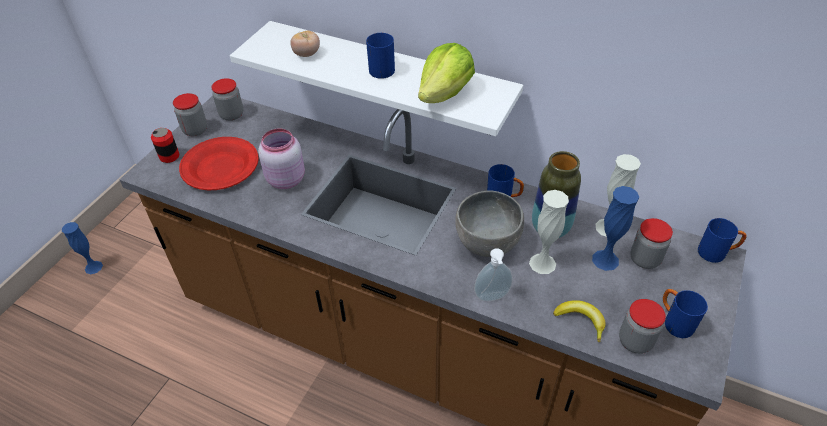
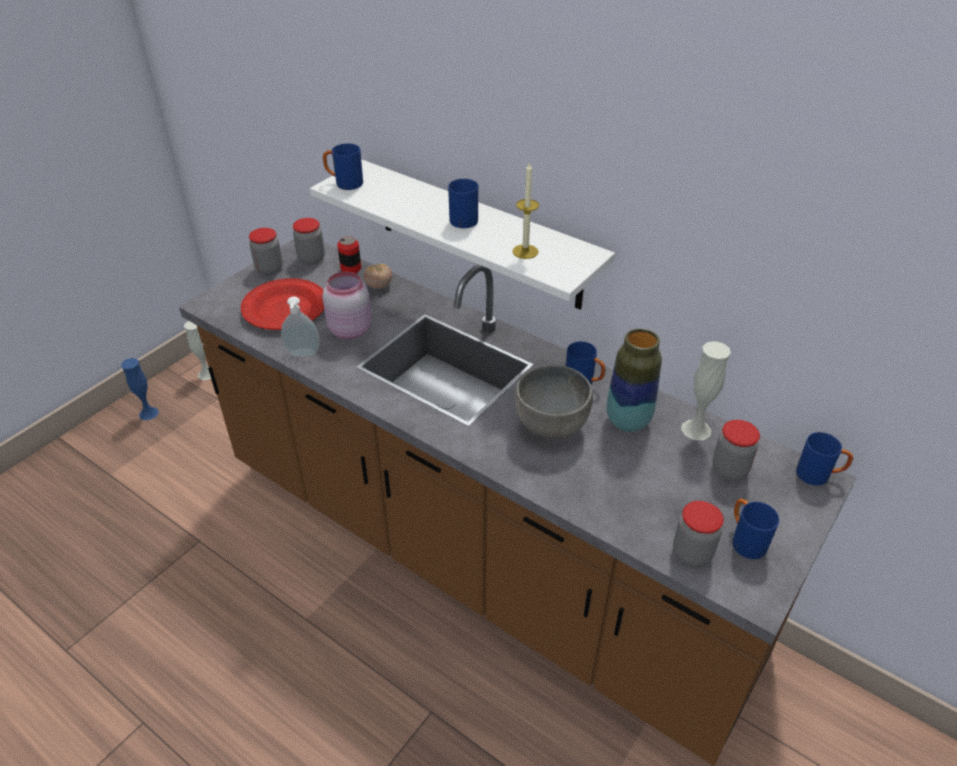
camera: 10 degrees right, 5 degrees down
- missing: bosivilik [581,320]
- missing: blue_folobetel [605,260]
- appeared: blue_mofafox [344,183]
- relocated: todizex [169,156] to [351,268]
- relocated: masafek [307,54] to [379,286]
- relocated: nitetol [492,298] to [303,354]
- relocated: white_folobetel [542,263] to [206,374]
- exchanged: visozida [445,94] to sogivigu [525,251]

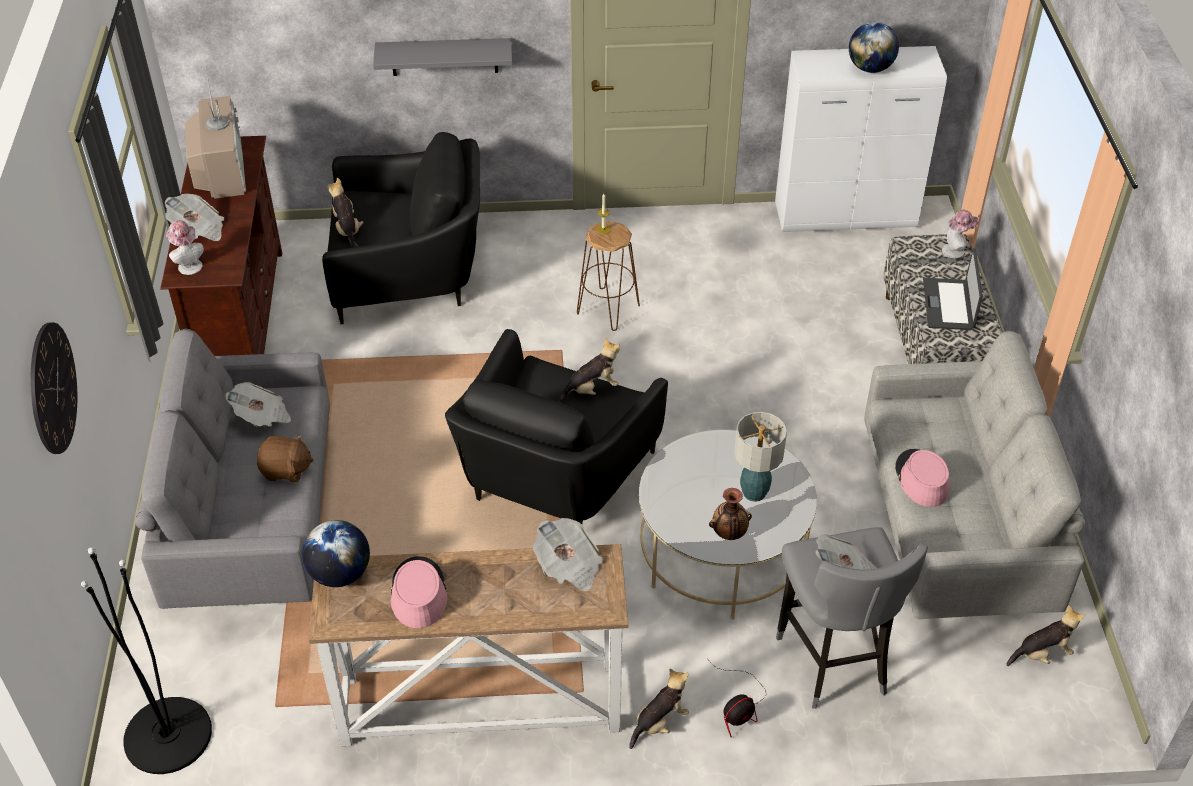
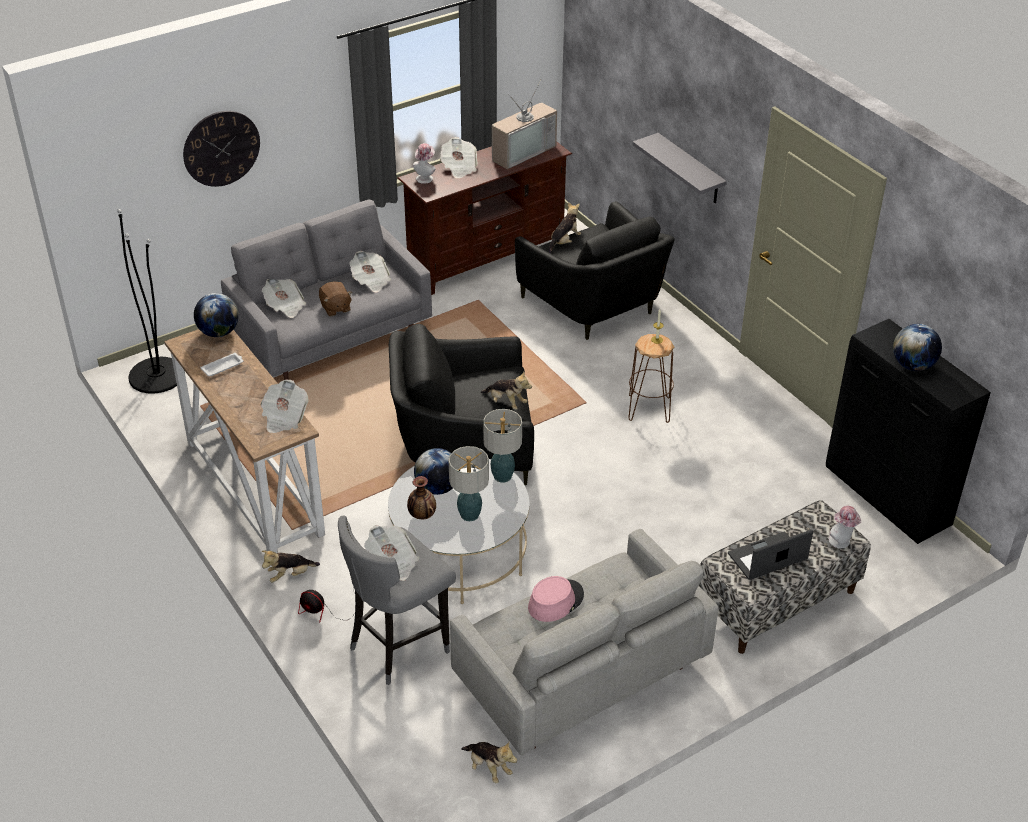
camera: 60 degrees right, 5 degrees down
- appeared: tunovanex [285,306]
- appeared: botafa [437,488]
- appeared: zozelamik [503,476]
- exchanged: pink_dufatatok [418,593] to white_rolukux [223,366]
- colour: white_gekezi [846,216] to black_gekezi [887,498]
- spun: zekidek [660,722] = [290,575] 135 degrees clockwise

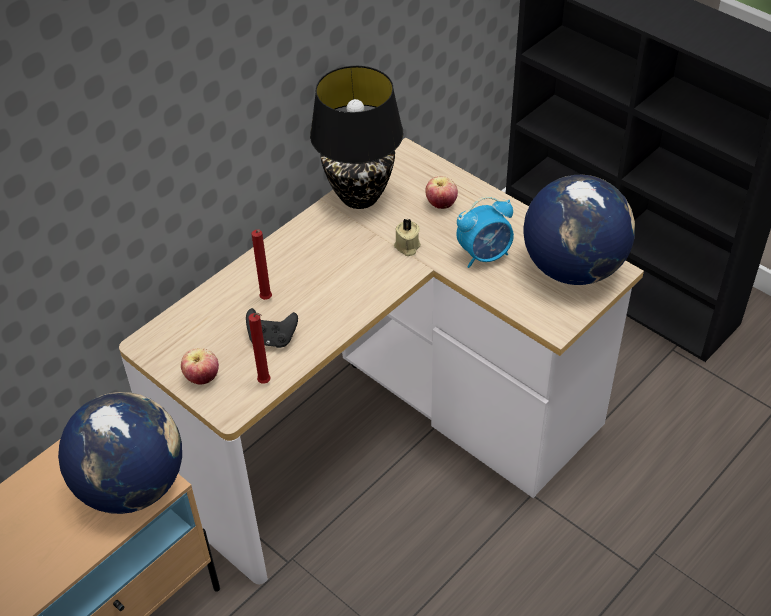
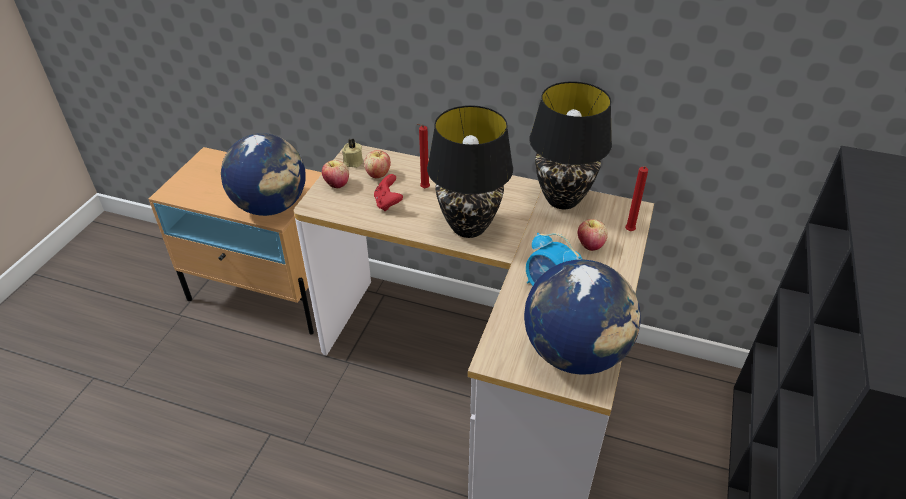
camera: 65 degrees right, 5 degrees down
- appeared: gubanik [378,174]
- appeared: black_zozelamik [467,227]
- relocated: red_sogivigu [265,383] to [629,232]
- relocated: beige_sogivigu [407,247] to [352,162]
- colour: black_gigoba [272,339] to red_gigoba [388,203]

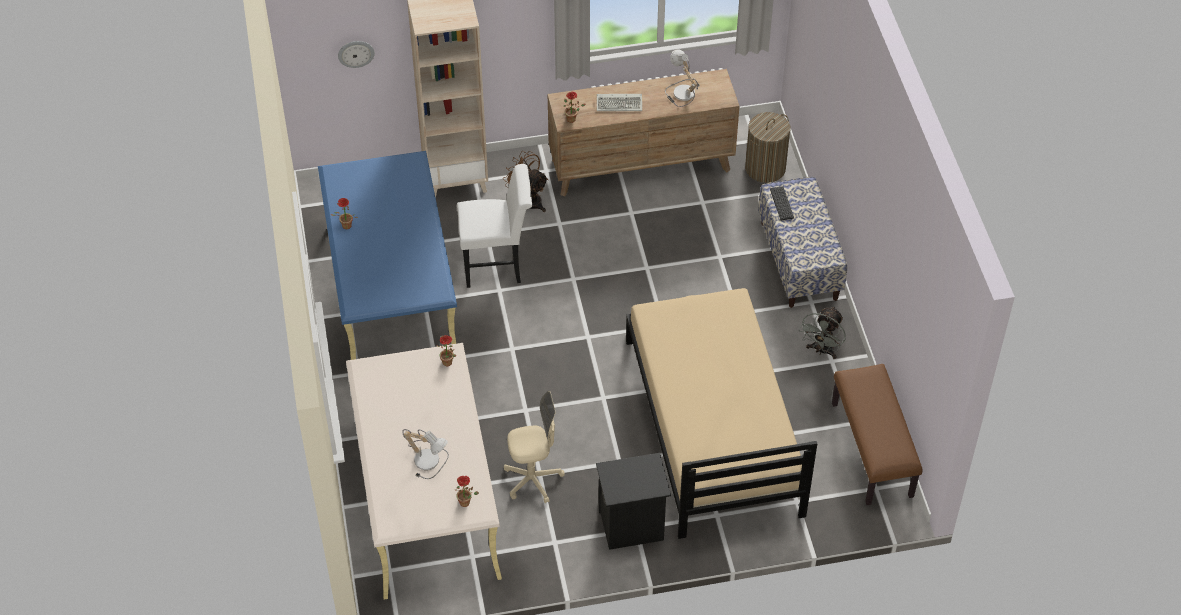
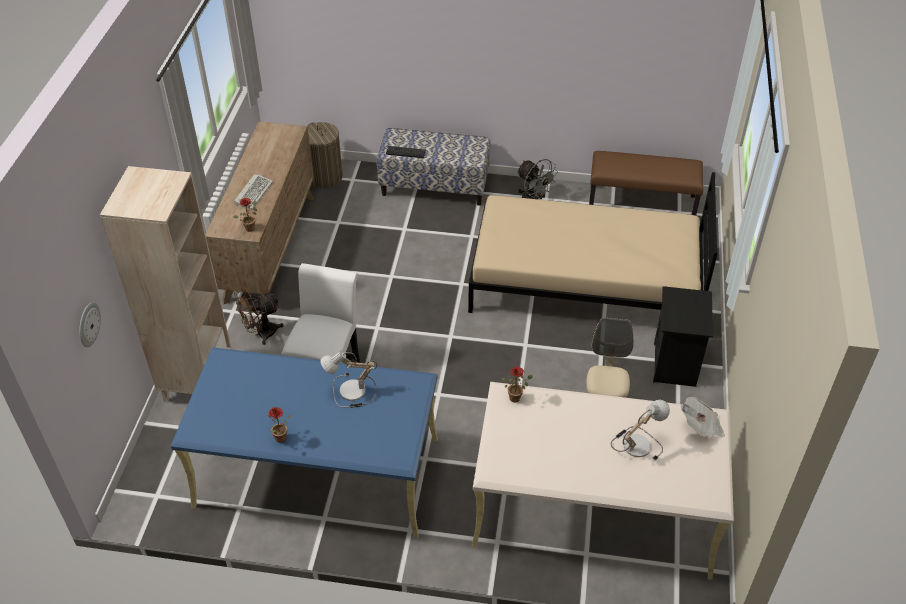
camera: 70 degrees left, 5 degrees down
- relocated: zozelamik [681,93] to [351,393]
- exchanged: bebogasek [467,503] to tunovanex [701,426]

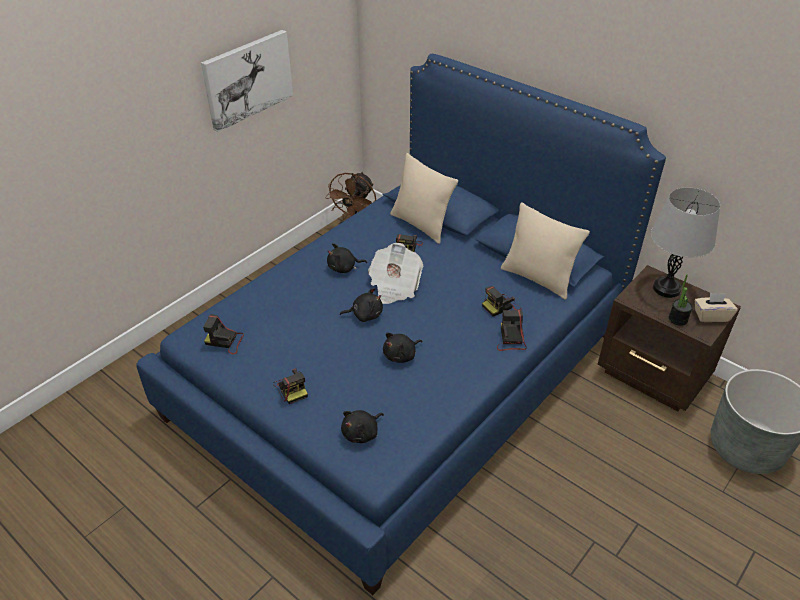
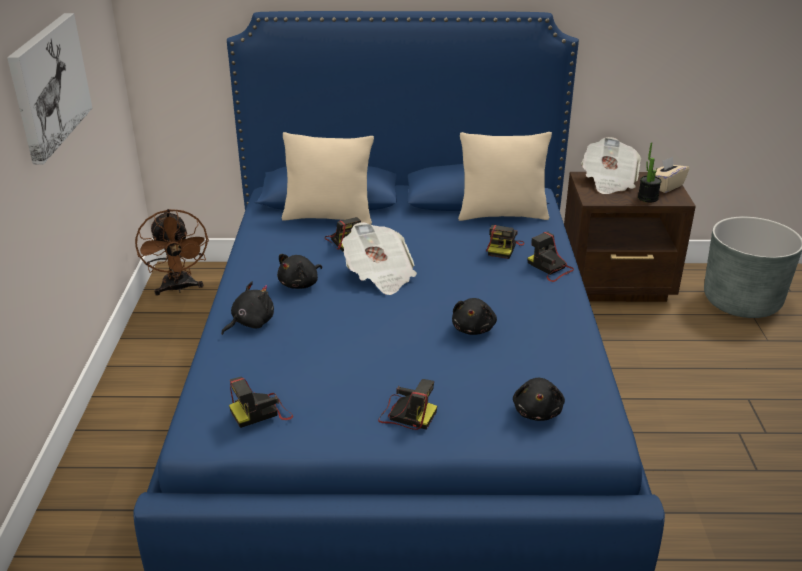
camera: 40 degrees left, 10 degrees down
- relocated: black_zekidek [365,315] to [250,323]
- exchanged: grey_zozelamik [666,288] to tunovanex [608,181]

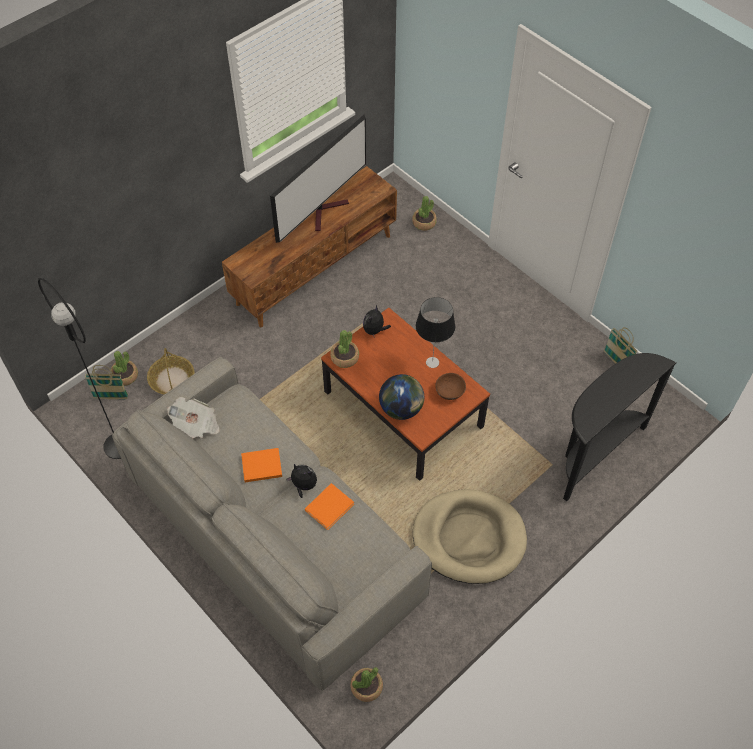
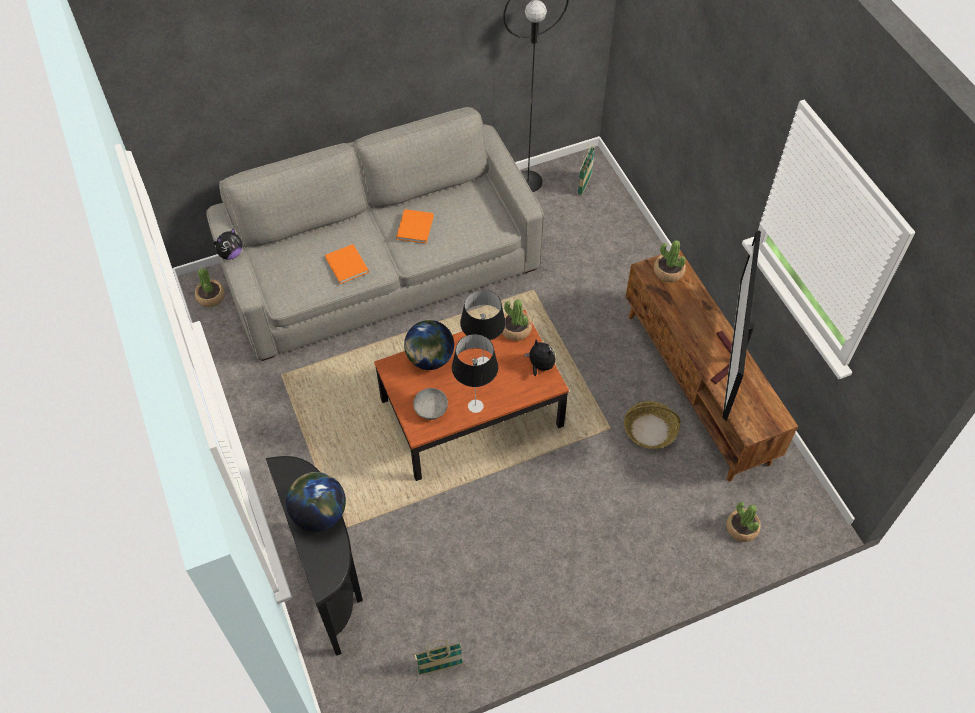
camera: 110 degrees right, 0 degrees up
- missing: tunovanex [196,425]
- missing: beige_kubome [469,538]
- appeared: botafa [319,513]
- appeared: zozelamik [482,362]
- relocated: bebogasek [125,376] to [668,271]
- relocated: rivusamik [172,380] to [650,430]
- relocated: zekidek [303,486] to [231,254]
- colour: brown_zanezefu [449,391] to grey_zanezefu [431,409]
- spun: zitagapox [326,211] = [728,361] 45 degrees clockwise

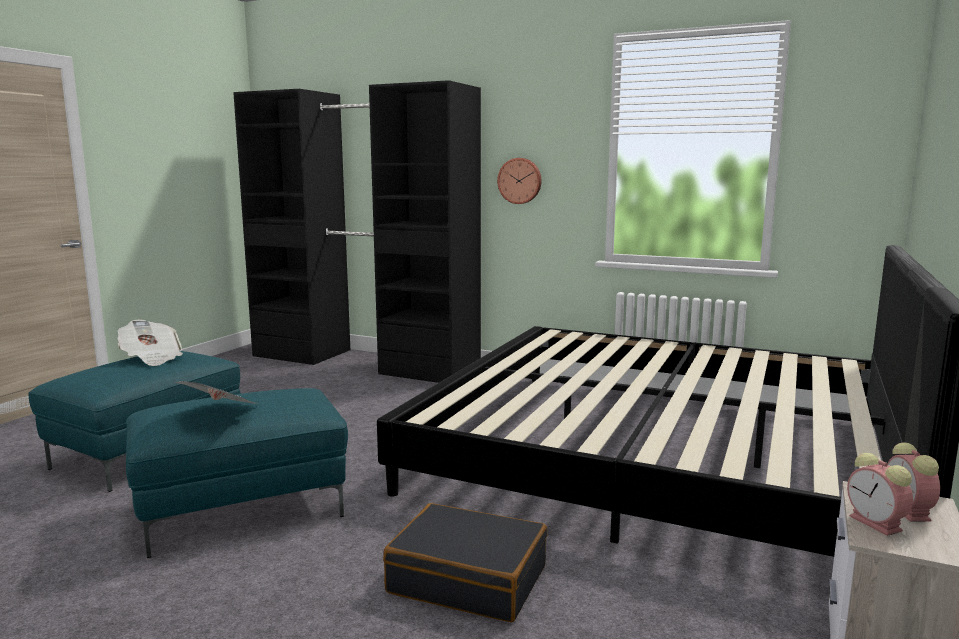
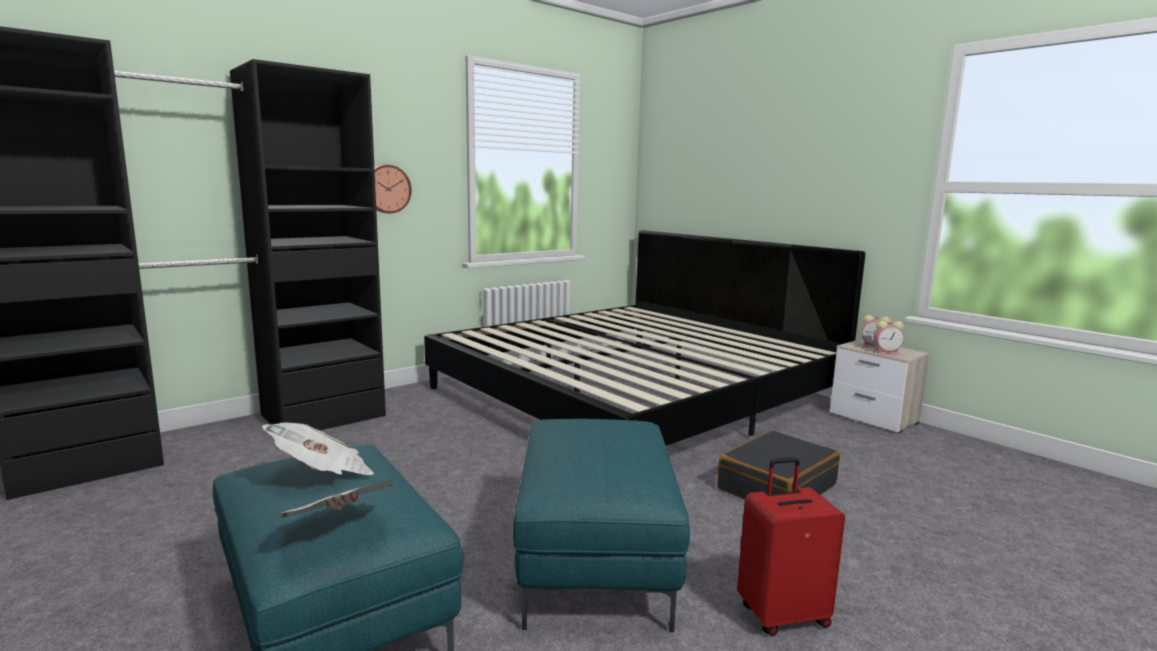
camera: 65 degrees left, 0 degrees up
- appeared: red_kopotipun [782,615]
- relocated: tunovanex [221,413] to [339,527]

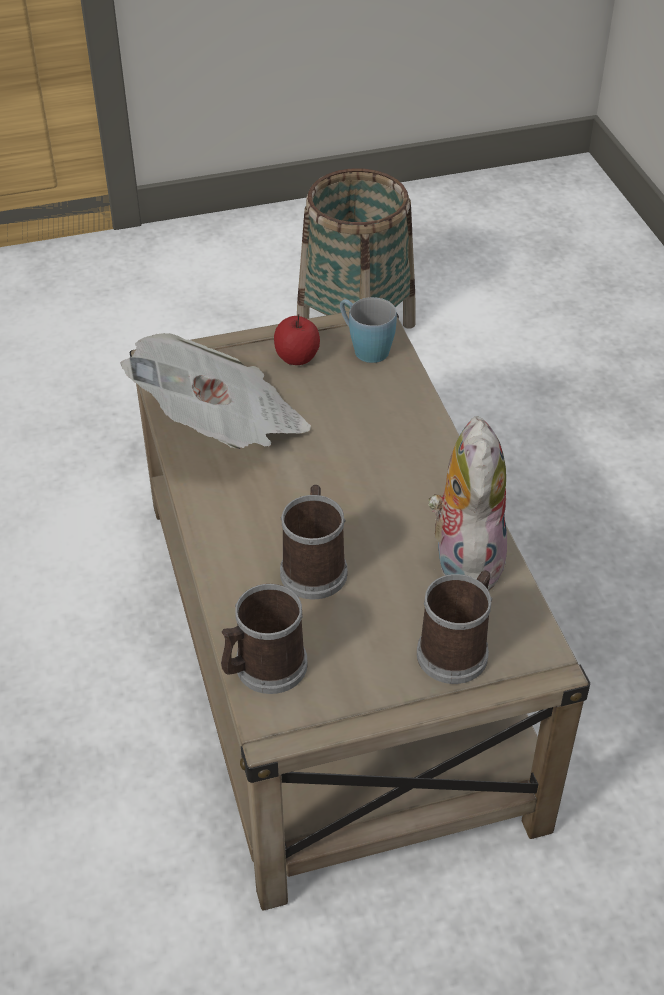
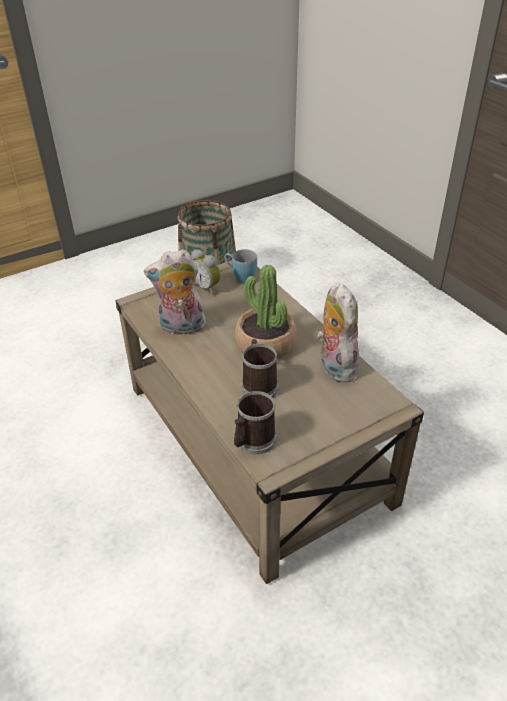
camera: 15 degrees left, 5 degrees down
- missing: mofafox [457,649]
- appeared: bebogasek [265,343]
- exchanged: tunovanex [222,427] to zekidek [181,327]
- exchanged: gubanik [297,357] to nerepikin [207,287]

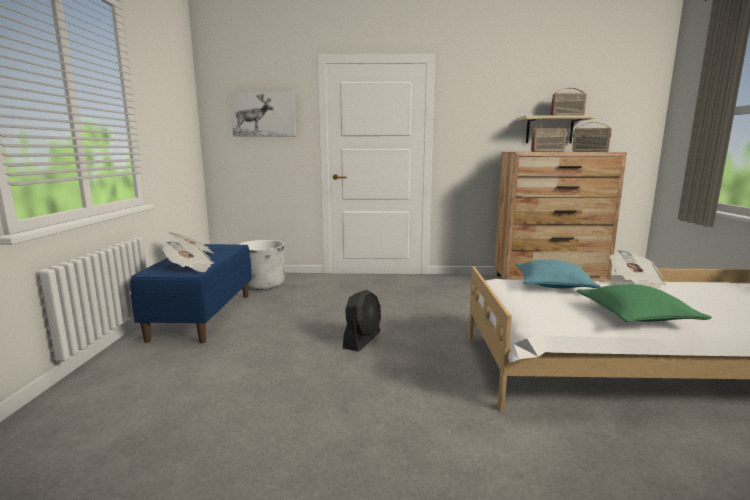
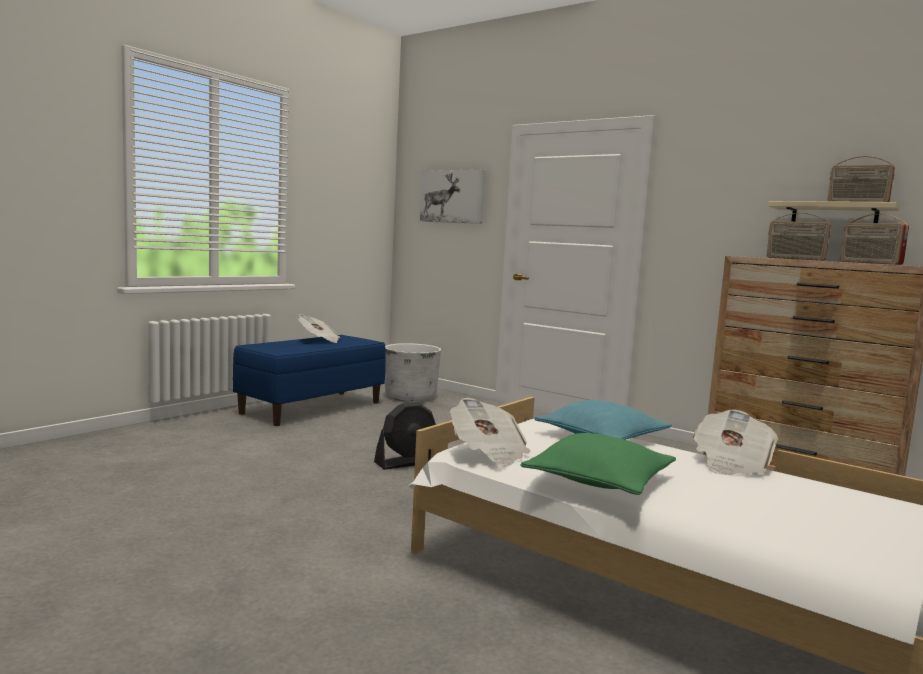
camera: 35 degrees right, 5 degrees down
- relocated: tunovanex [190,268] to [488,453]

